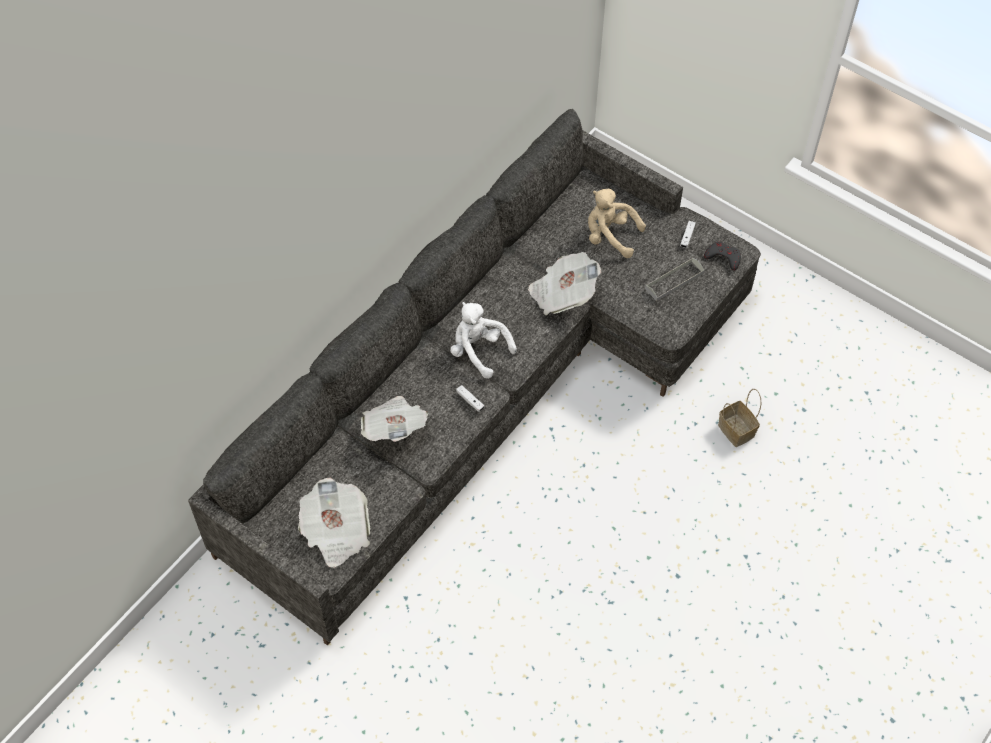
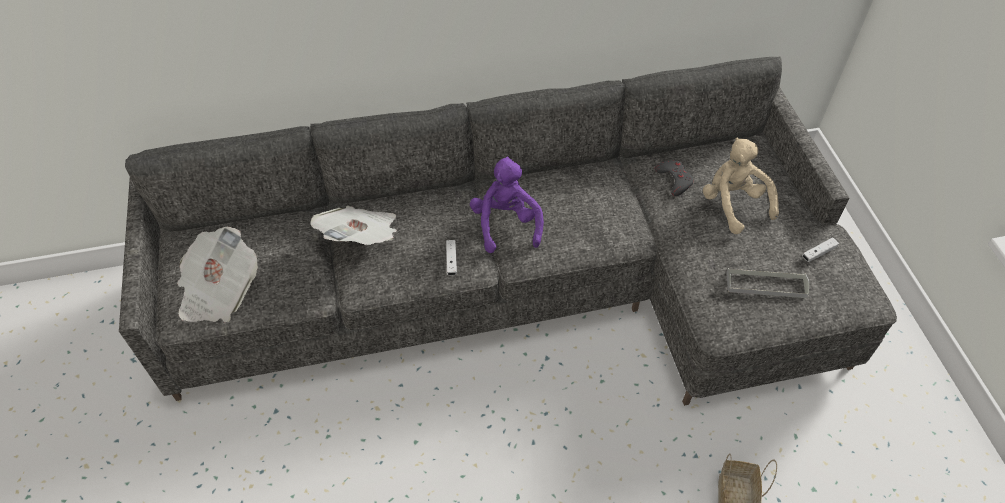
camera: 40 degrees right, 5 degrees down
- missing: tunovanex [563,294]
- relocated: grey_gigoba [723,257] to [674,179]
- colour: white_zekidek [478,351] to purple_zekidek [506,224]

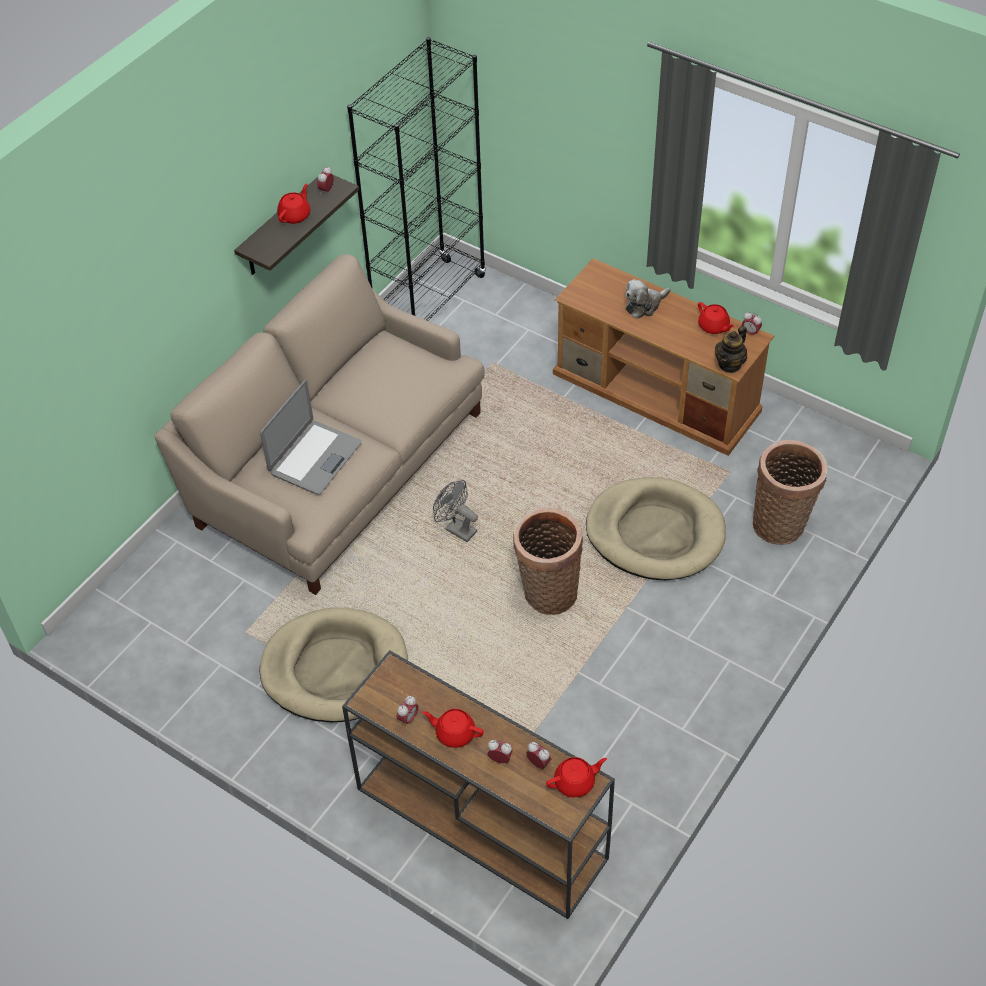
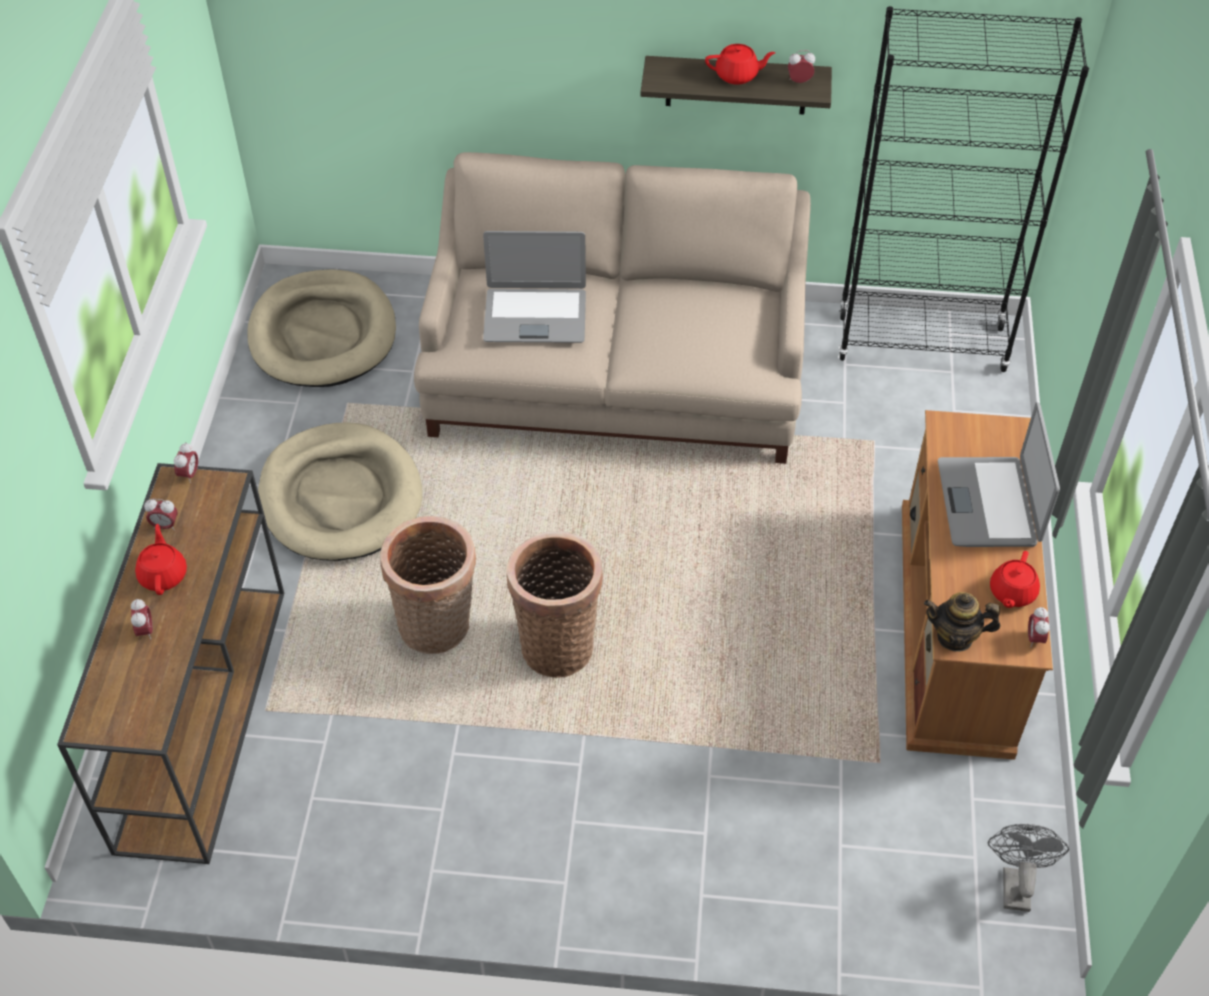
camera: 60 degrees right, 0 degrees up
- missing: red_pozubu [575,782]
- relocated: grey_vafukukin [456,529] to [1015,882]
- relocated: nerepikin [539,763] to [189,474]
- relocated: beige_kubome [655,533] to [323,334]
- relocated: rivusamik [781,523] to [437,628]
- exchanged: zekidek [644,305] to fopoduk [989,503]

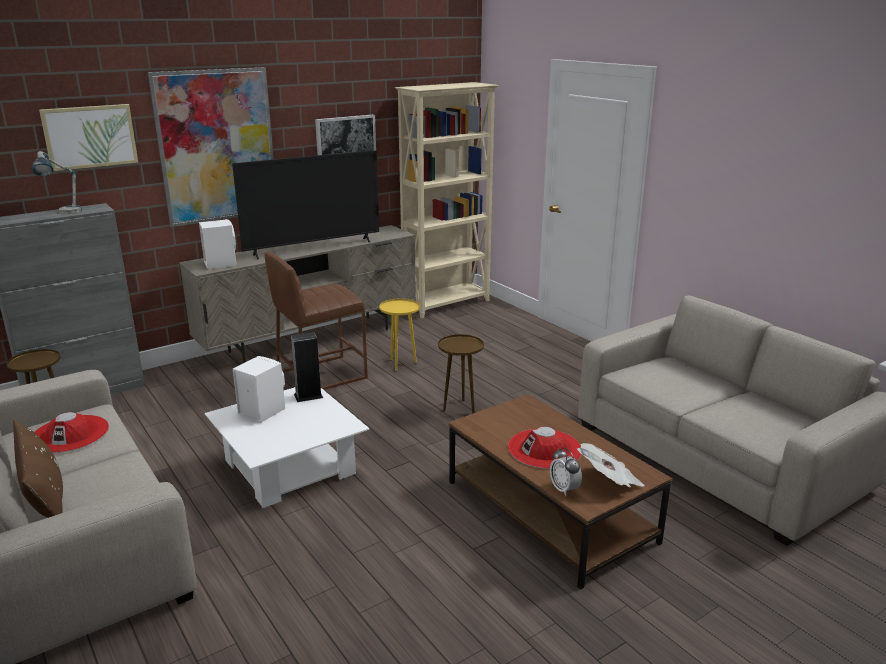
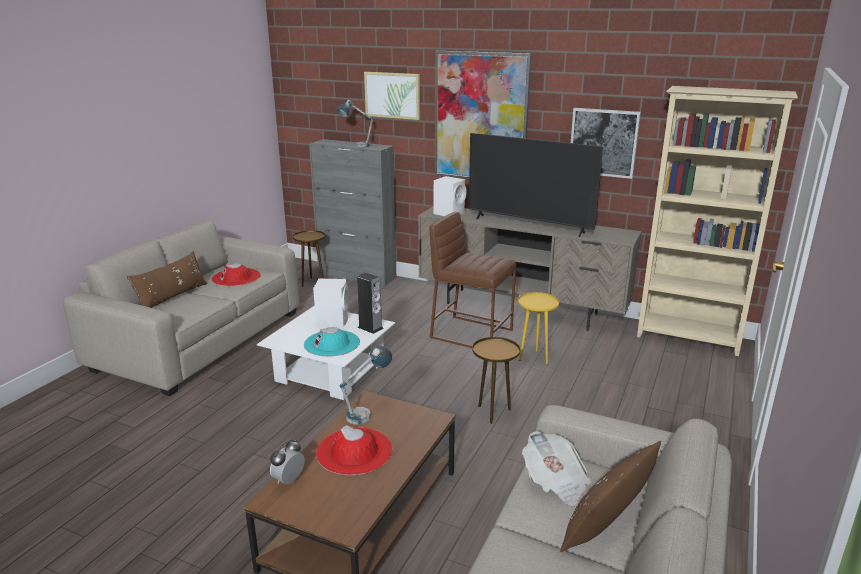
camera: 60 degrees right, 0 degrees up
- appeared: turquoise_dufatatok [332,343]
- appeared: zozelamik [367,413]
- appeared: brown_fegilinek [607,518]
- relocated: tunovanex [609,481] to [555,482]

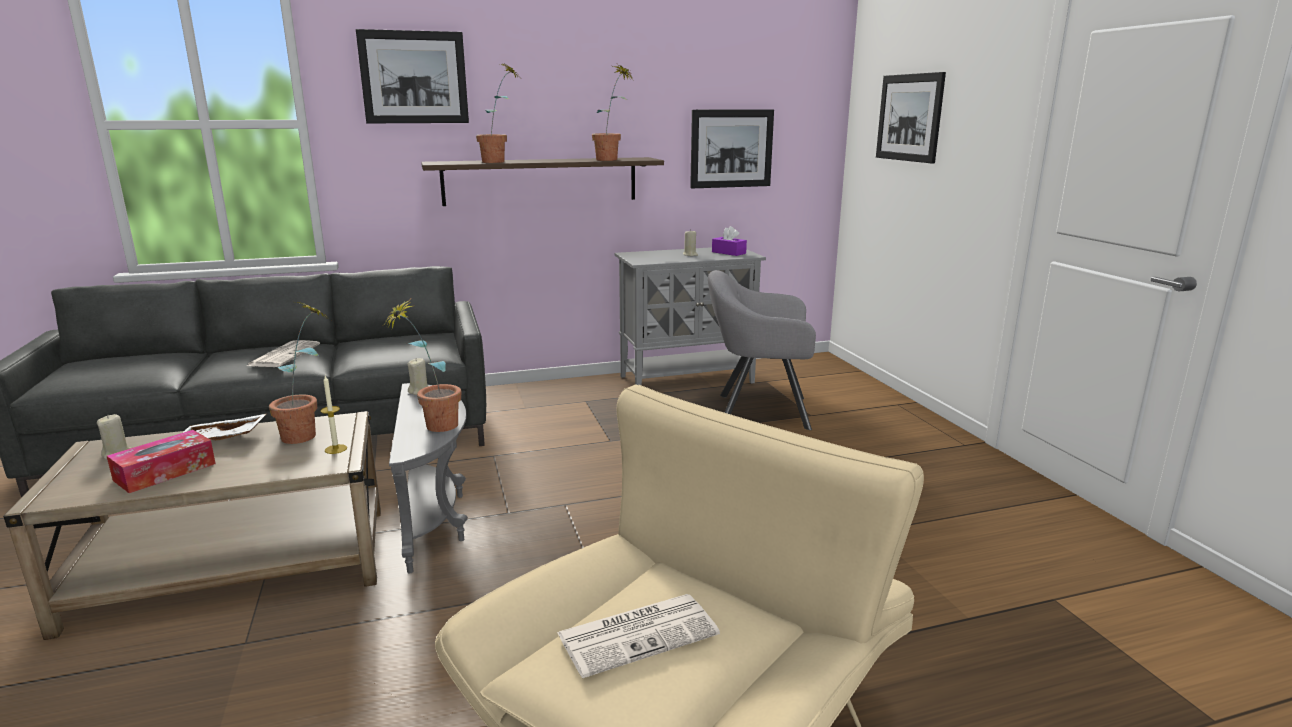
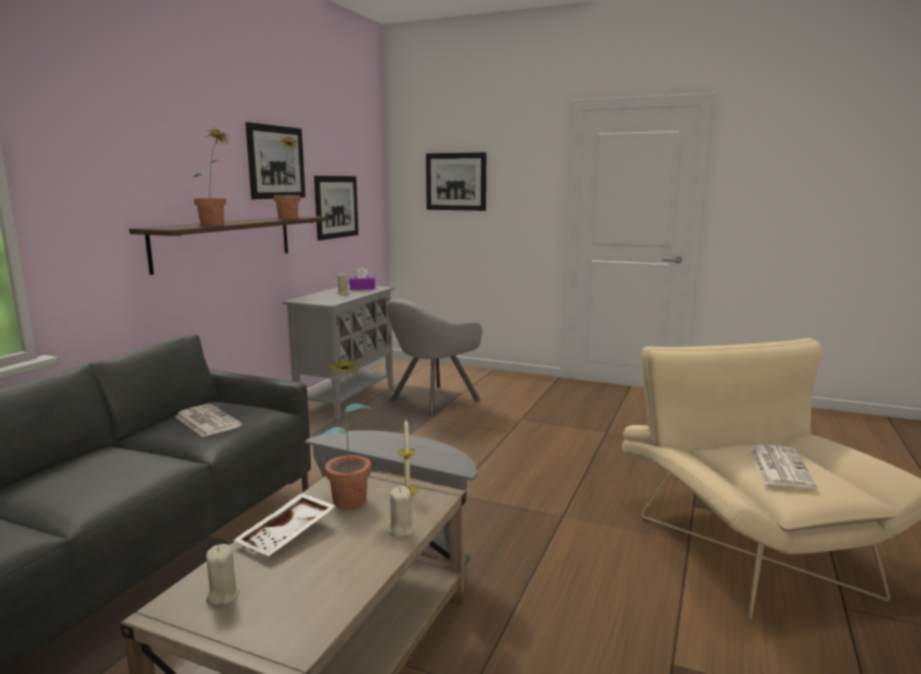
camera: 50 degrees left, 5 degrees down
- missing: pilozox [165,472]
- missing: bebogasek [432,428]
- relocated: tunovanex [284,355] to [206,421]
- relocated: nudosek [414,77] to [276,162]
- relocated: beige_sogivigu [419,391] to [400,530]

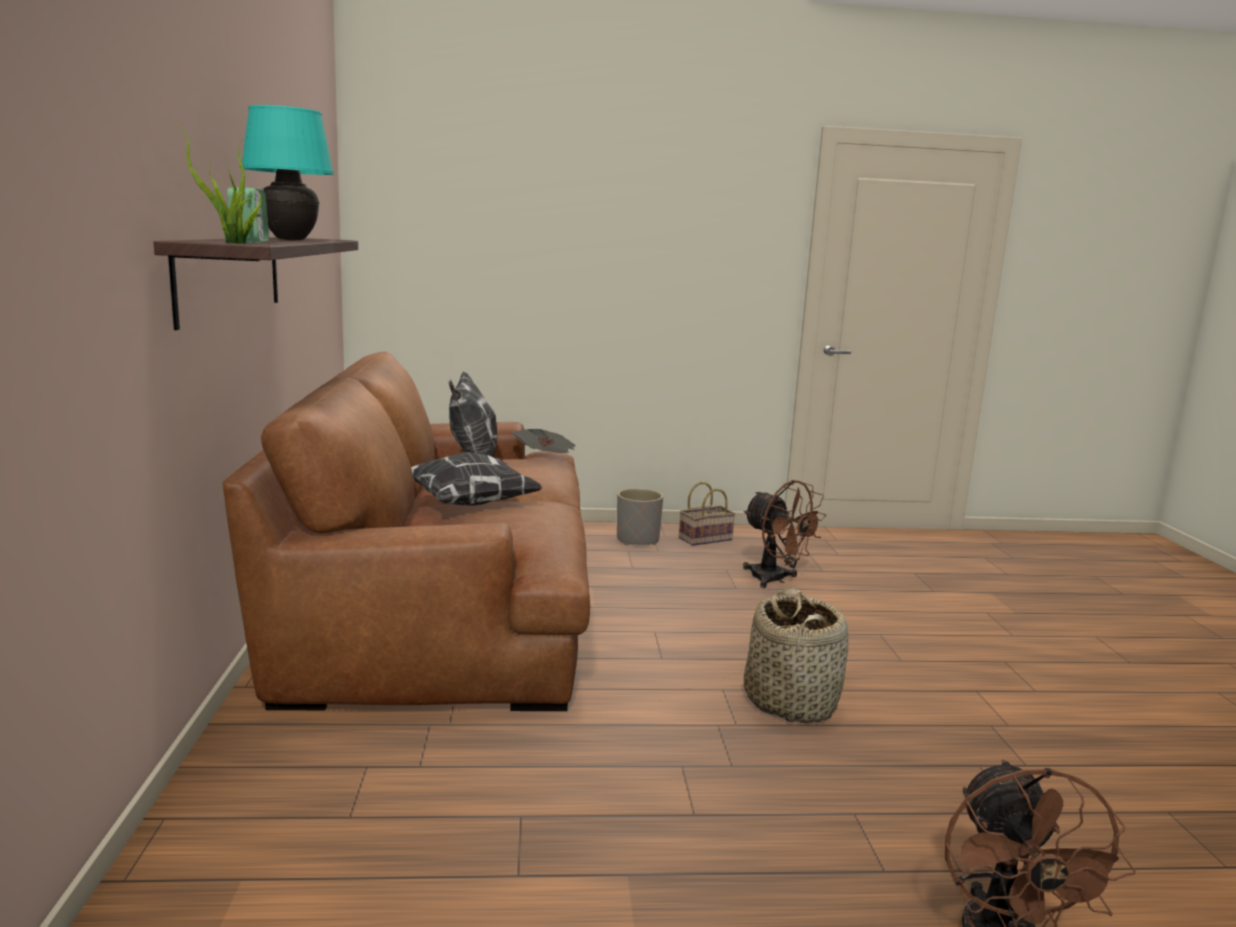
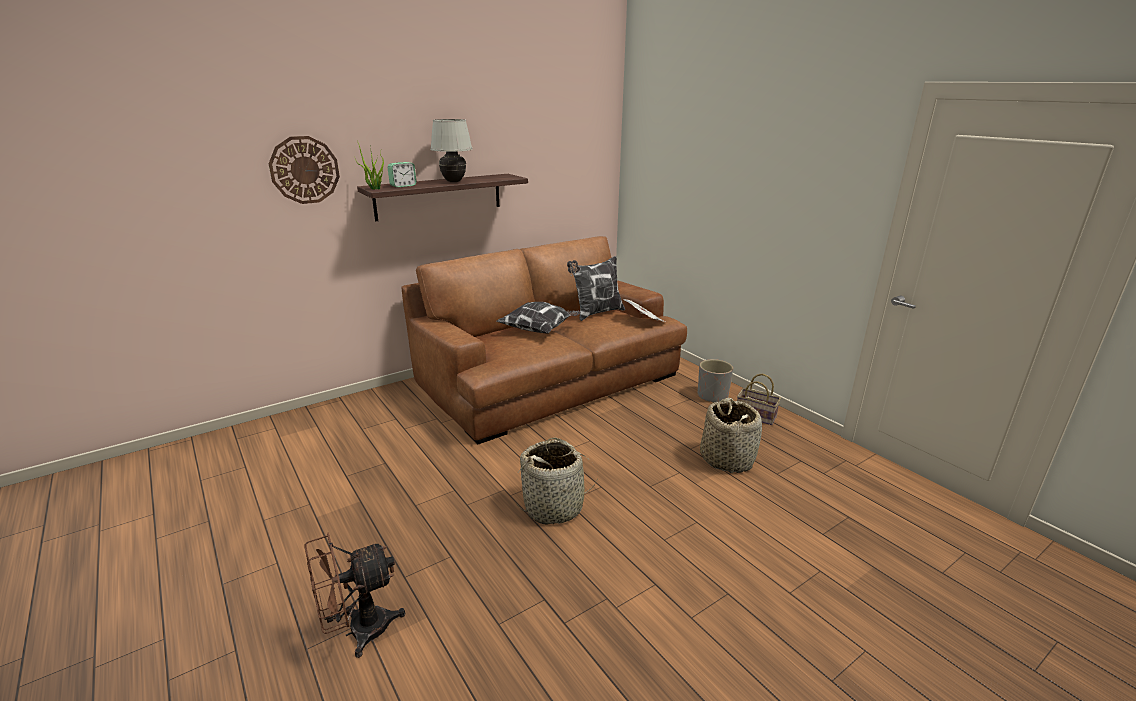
camera: 60 degrees right, 10 degrees up
- appeared: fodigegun [304,170]
- exchanged: brown_vafukukin [775,580] to rivusamik [727,459]
- colour: turquoise_zozelamik [291,240] to white_zozelamik [454,182]

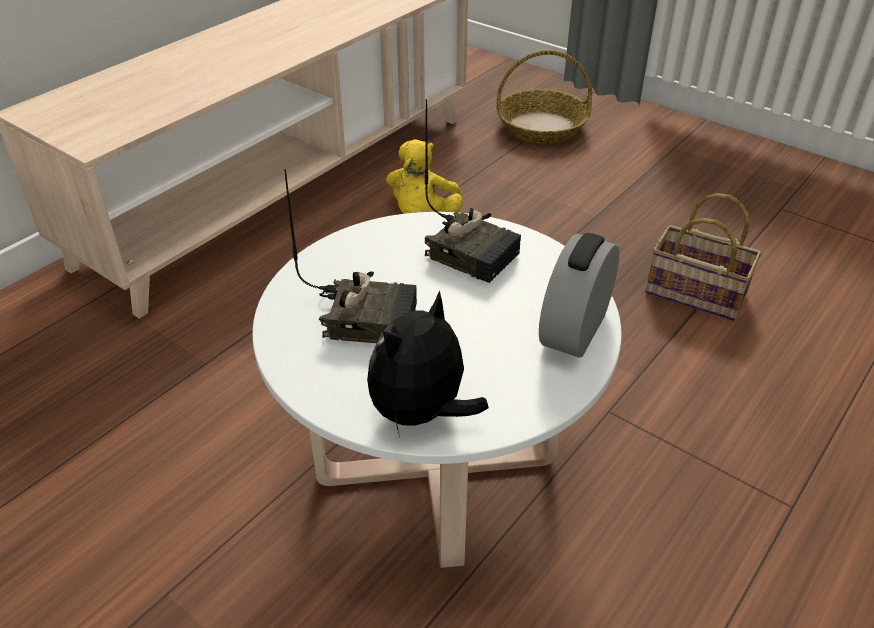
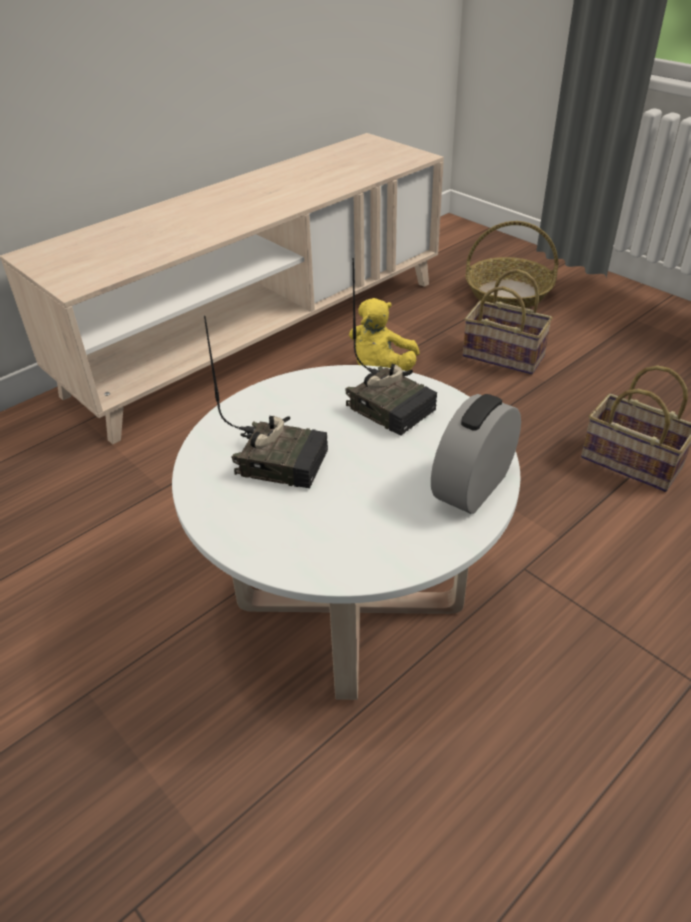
camera: 10 degrees right, 0 degrees up
- missing: zekidek [422,414]
- appeared: rivusamik [505,356]

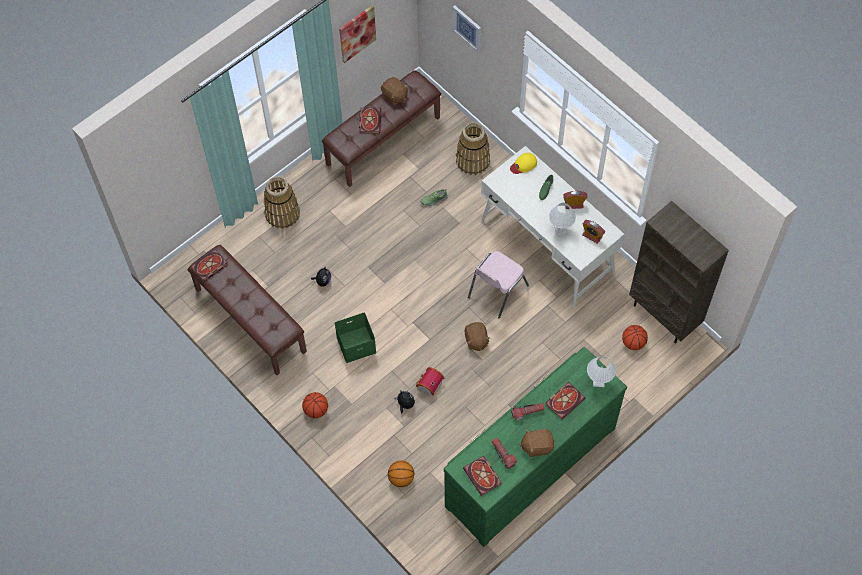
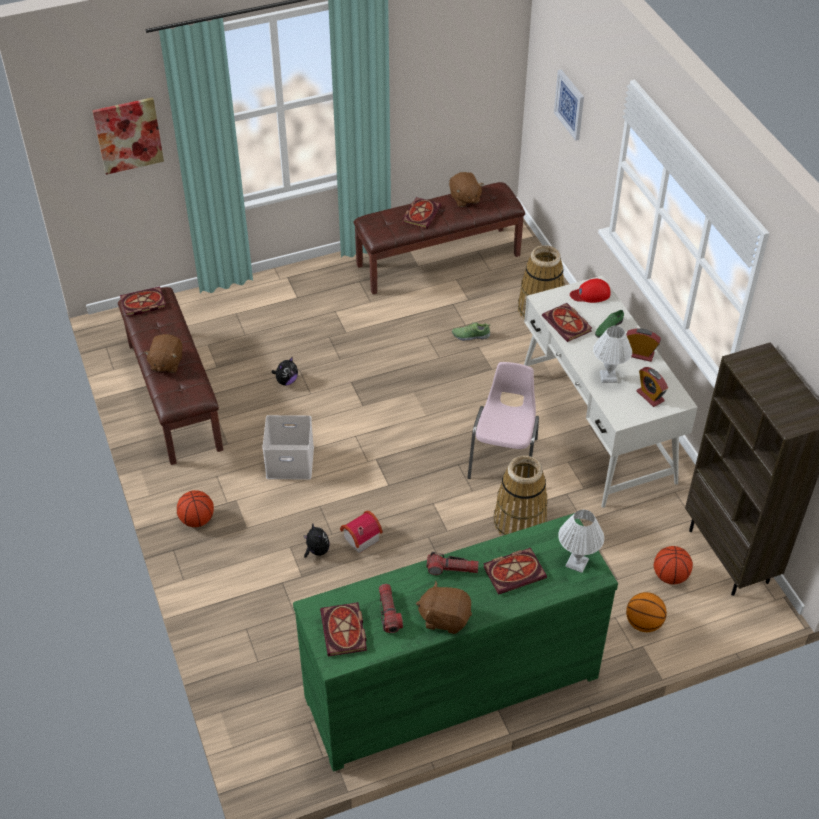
camera: 20 degrees right, 15 degrees down
- appeared: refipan [568,324]
- relocated: rivusamik [282,214] to [519,522]
- relocated: nudosek [357,33] to [128,135]
- relocated: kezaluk [401,478] to [643,623]
- relocated: brown_zekidek [476,340] to [166,363]
- colour: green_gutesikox [356,345] to white_gutesikox [289,462]
- colour: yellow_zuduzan [523,164] to red_zuduzan [590,294]
- spun: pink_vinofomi [496,291] = [504,457] 135 degrees clockwise

